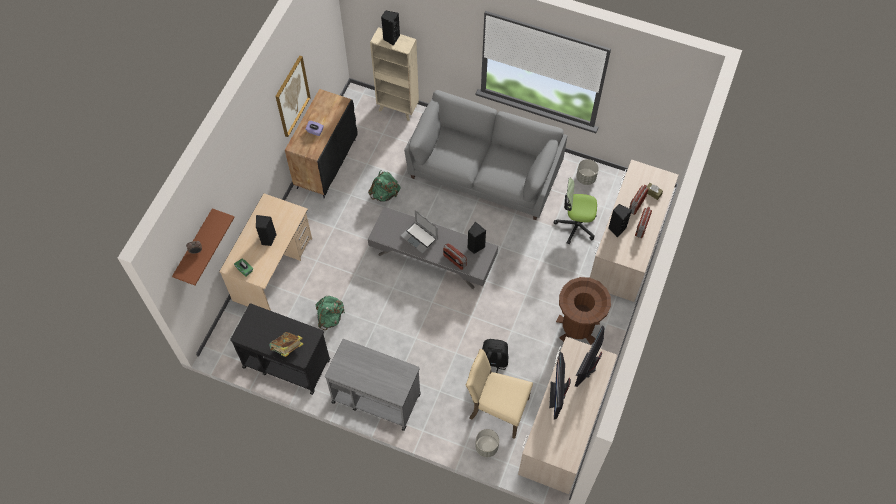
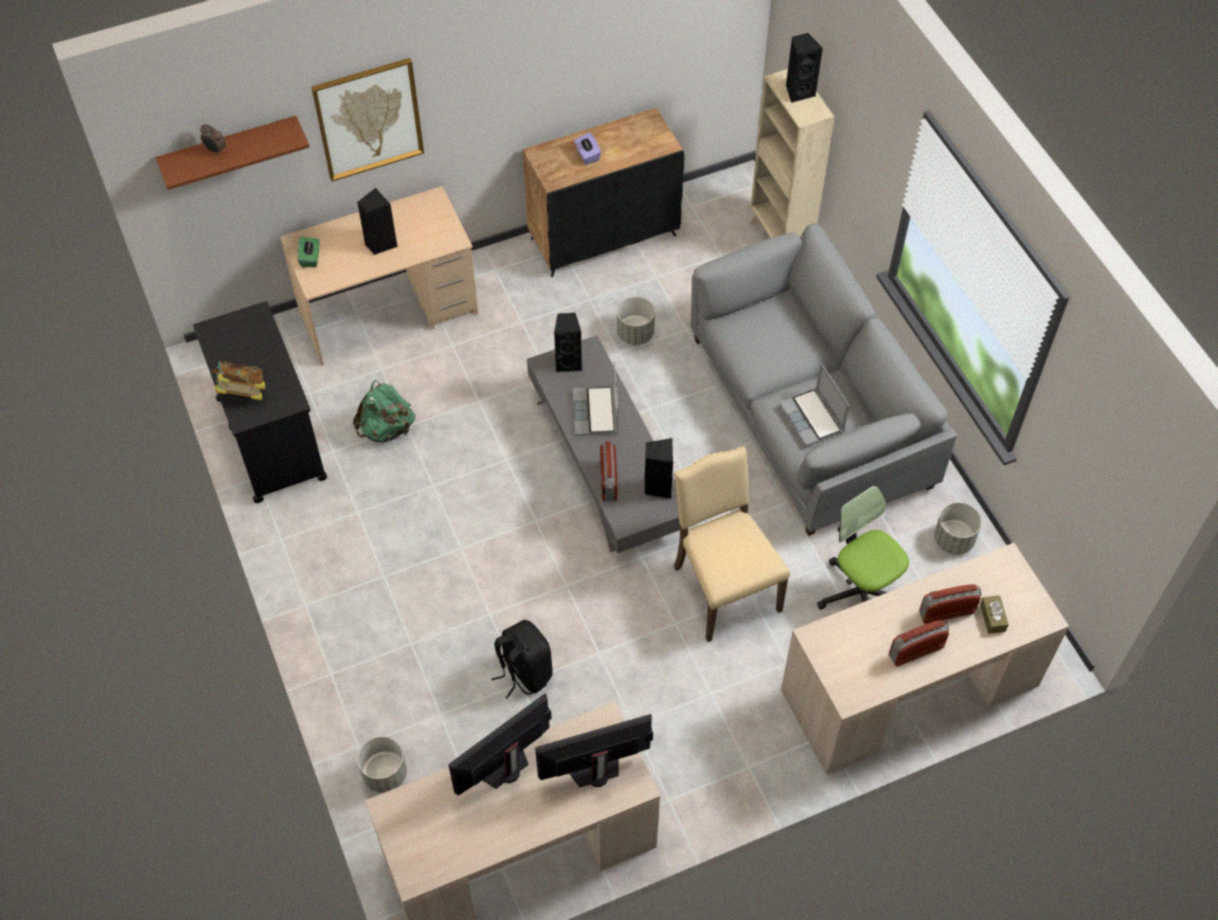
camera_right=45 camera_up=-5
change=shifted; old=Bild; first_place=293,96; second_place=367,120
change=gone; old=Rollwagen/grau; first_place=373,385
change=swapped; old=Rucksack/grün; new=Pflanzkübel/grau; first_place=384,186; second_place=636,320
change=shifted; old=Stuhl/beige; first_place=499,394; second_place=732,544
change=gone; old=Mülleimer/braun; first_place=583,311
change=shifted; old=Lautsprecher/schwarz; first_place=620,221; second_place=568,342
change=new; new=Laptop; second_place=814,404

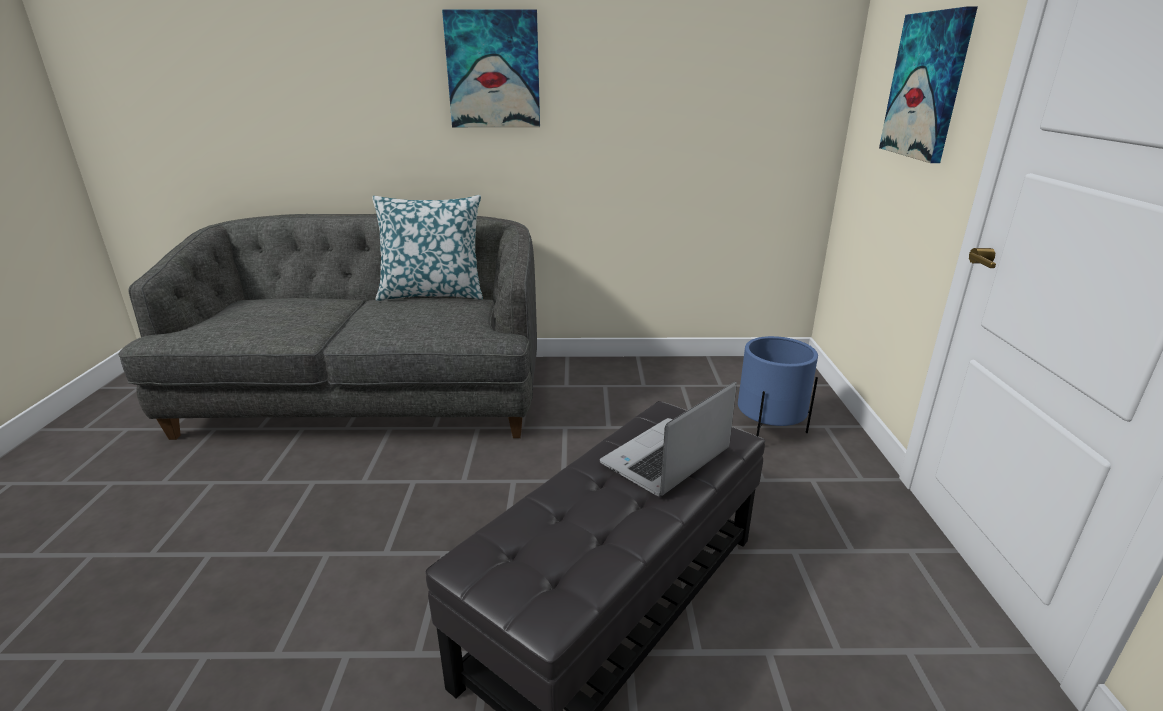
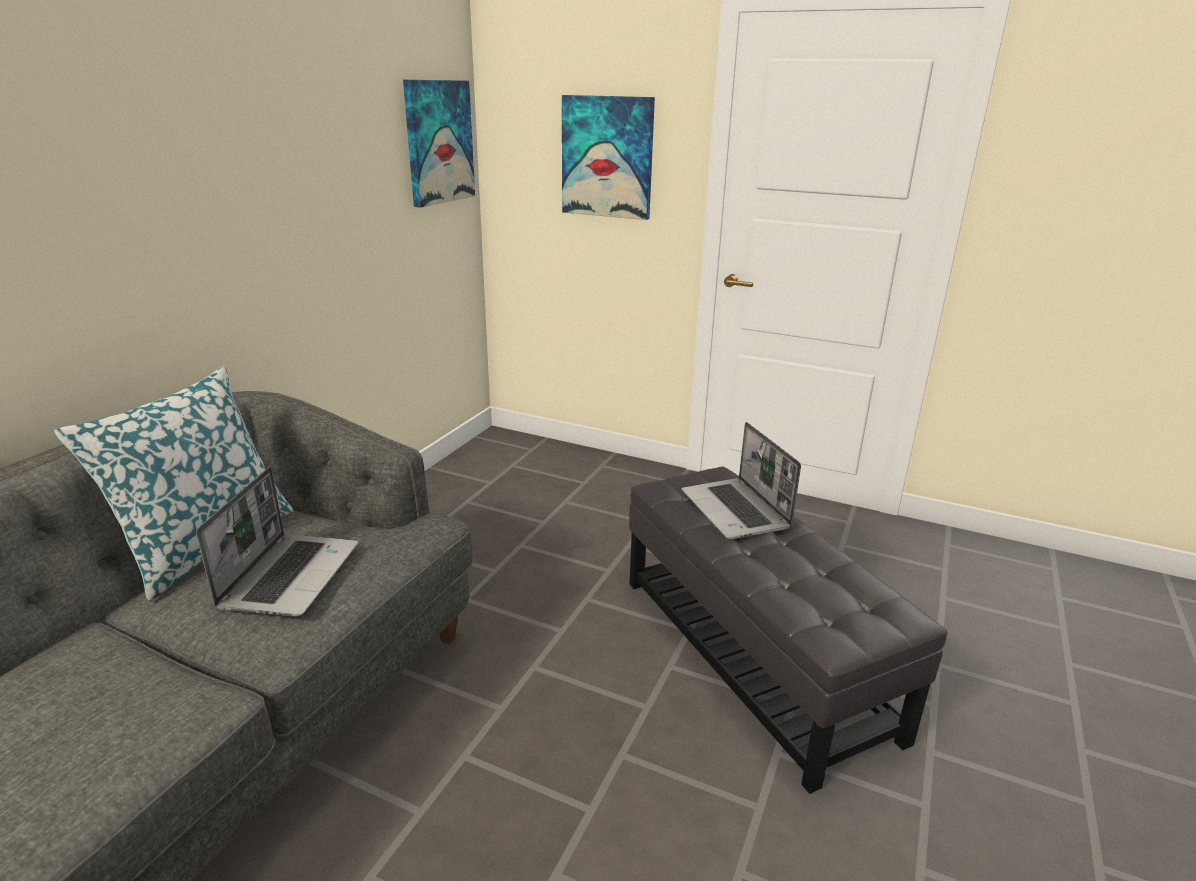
camera_right=-65 camera_up=0
change=shifted; old=Bild; first_place=491,68; second_place=439,144
change=gone; old=Pflanzkübel/blau; first_place=778,386
change=new; new=Laptop; second_place=277,541

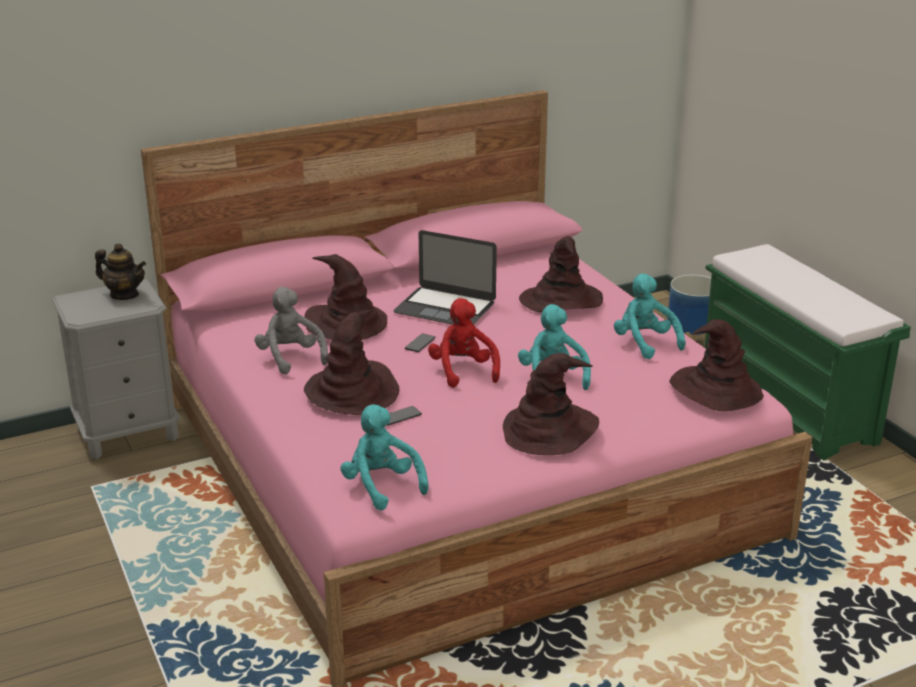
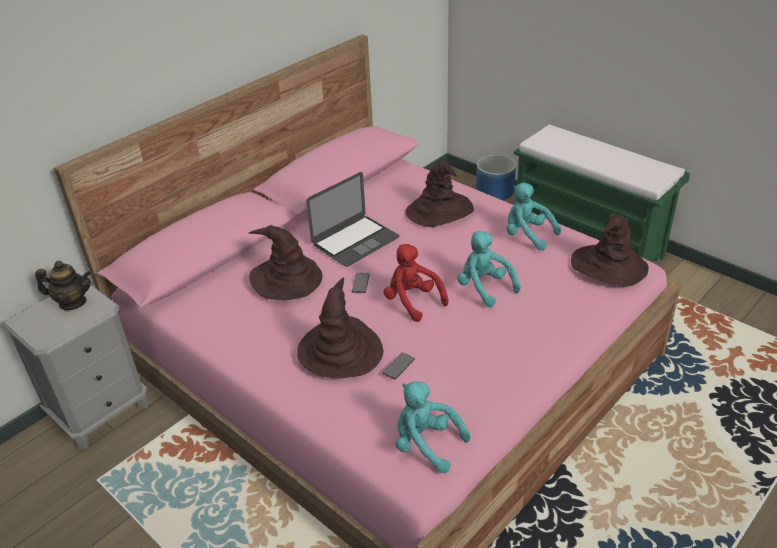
camera_right=-20 camera_up=10
change=gone; old=Plüschtier/grau; first_place=291,331
change=rotated; old=Laptop; first_place=445,277; second_place=352,219; degrees=-45
change=gone; old=Hut/braun; first_place=551,404

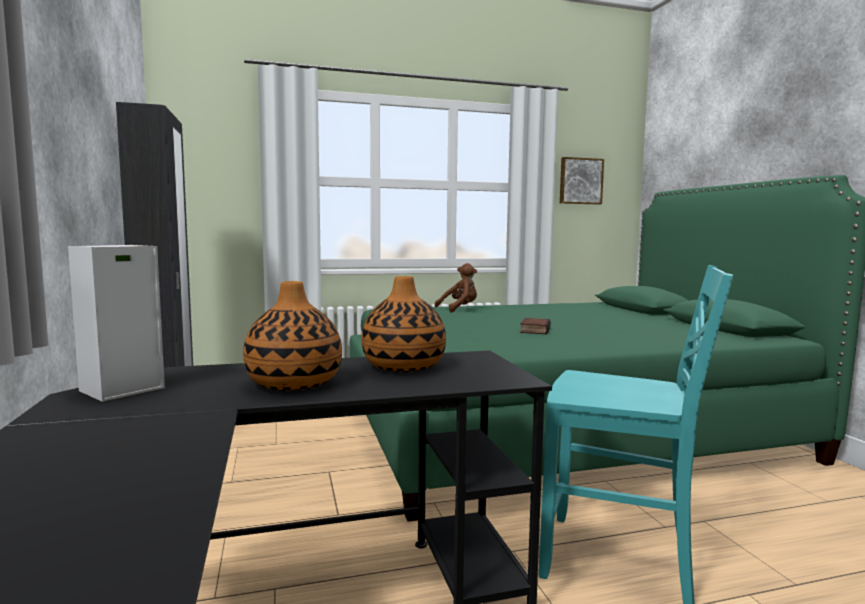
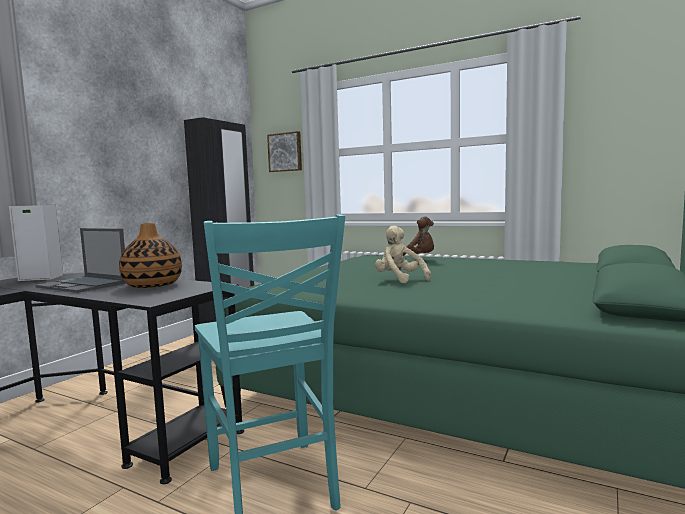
camera_right=45 camera_up=0
change=swapped; old=Vase; new=Laptop; first_place=292,336; second_place=80,260
change=swapped; old=Buch; new=Plüschtier/beige; first_place=535,326; second_place=403,254
change=shifted; old=Bild; first_place=582,180; second_place=284,151

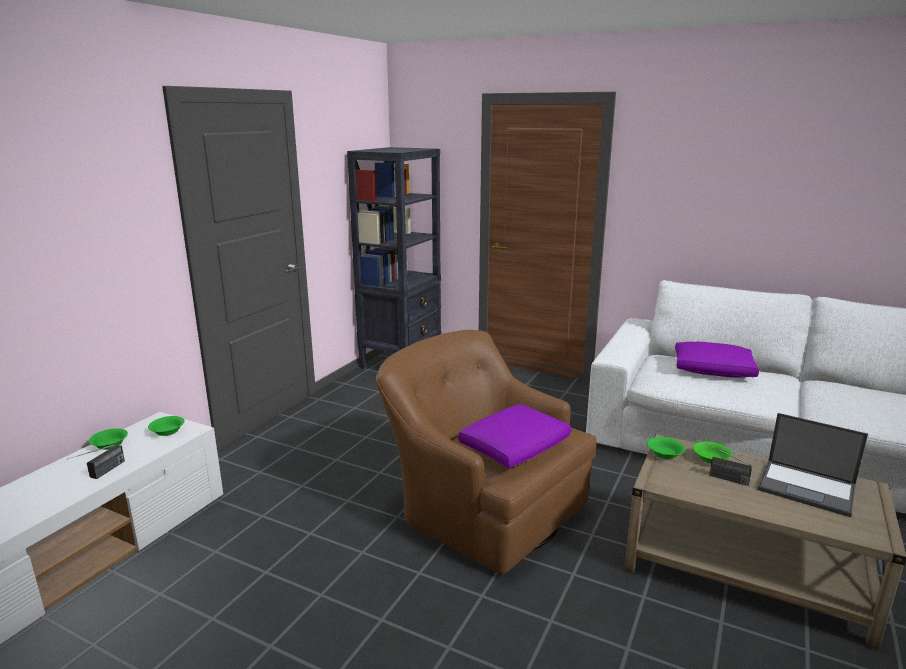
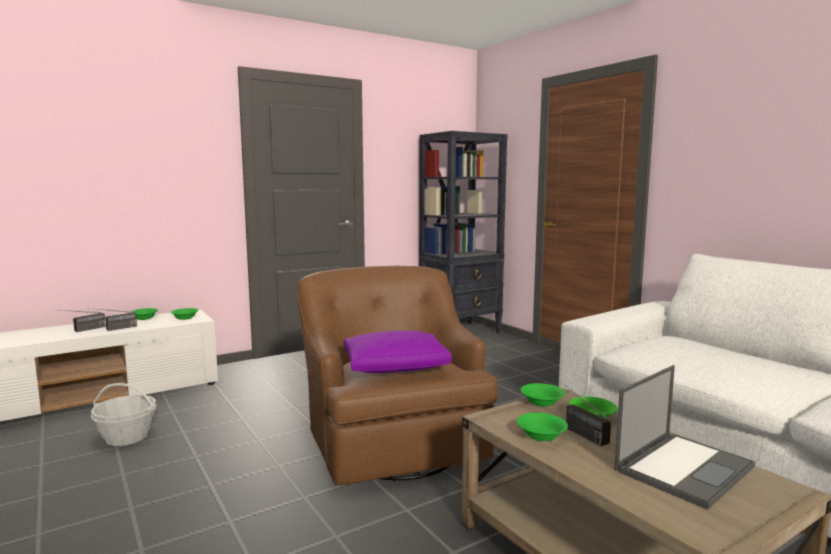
camera_right=30 camera_up=-10
change=gone; old=Kissen/lila; first_place=717,360
change=rotated; old=Laptop; first_place=813,465; second_place=684,437; degrees=-105
change=new; new=Radio; second_place=84,321
change=new; new=Korb; second_place=124,414
change=new; new=Schüssel/grün; second_place=542,427

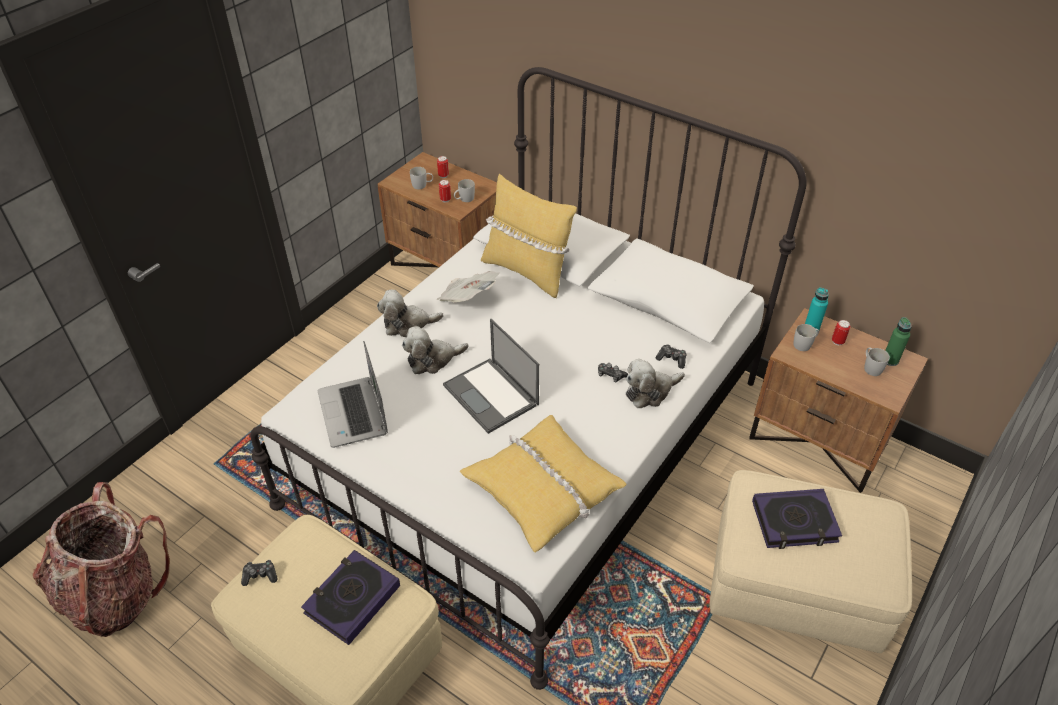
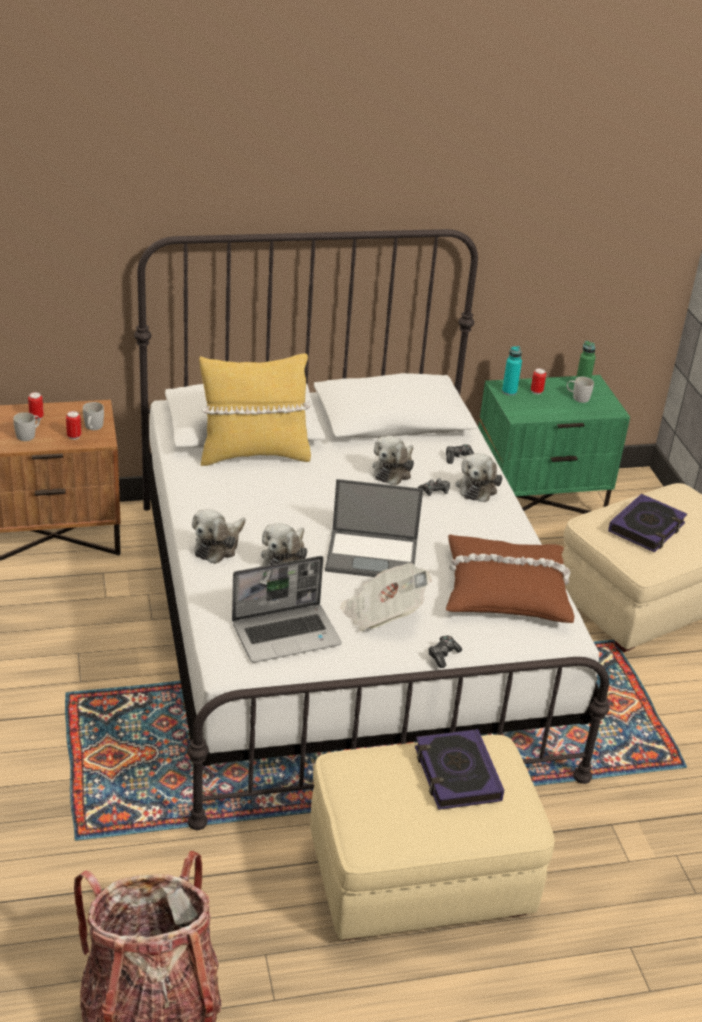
camera_right=-50 camera_up=-10
change=shifted; old=Gamepad; first_place=259,573; second_place=445,652
change=rotated; old=Laptop; first_place=353,394; second_place=287,609; degrees=-45
change=shifted; old=Zeitung; first_place=468,286; second_place=386,597
change=repainted; old=Kissen/gelb; new=Kissen/braun; first_place=543,484; second_place=510,579
change=repainted; old=Nachttisch/braun; new=Nachttisch/grün; first_place=838,400; second_place=554,444
change=gone; old=Henkelbecher/weiß; first_place=806,337
change=new; new=Plüschtier; second_place=393,461

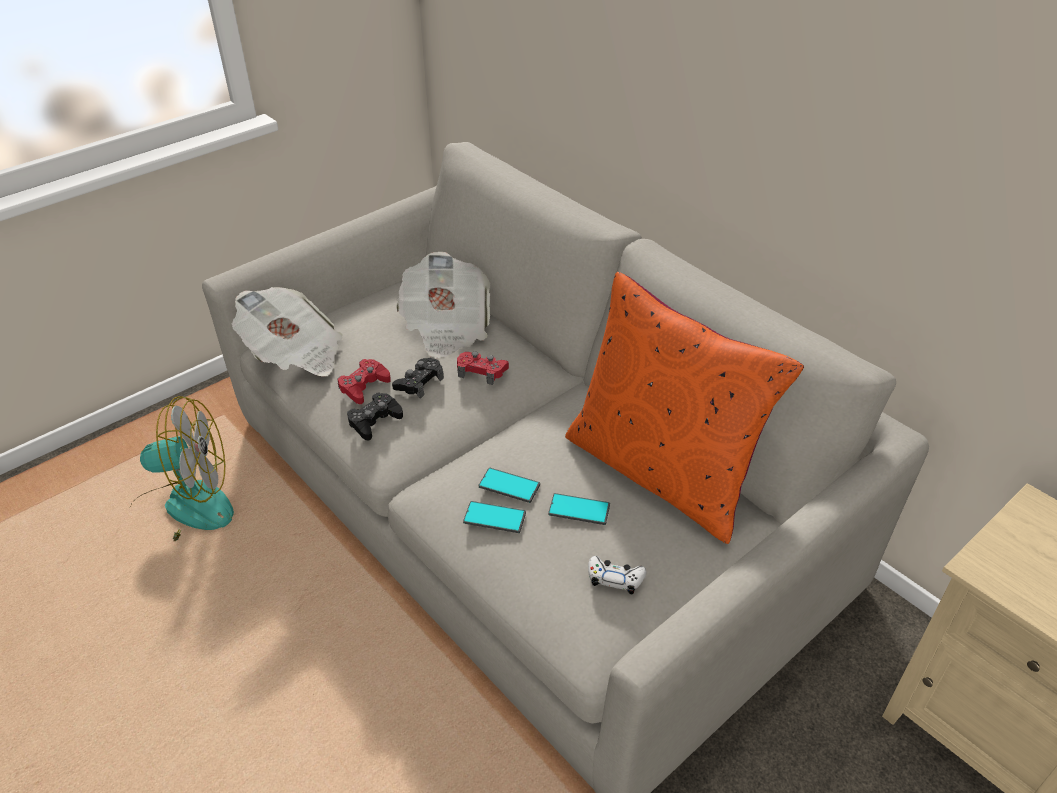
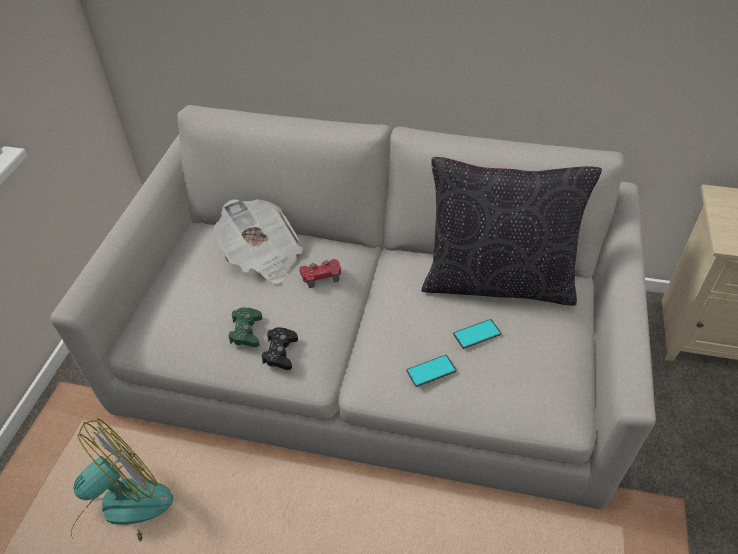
camera_right=-35 camera_up=5
change=gone; old=Zeitung; first_place=287,332
change=repainted; old=Gamepad/rot; new=Gamepad/grün; first_place=364,381; second_place=245,327
change=gone; old=Gamepad/schwarz; first_place=418,378
change=gone; old=Handy; first_place=509,485
change=repainted; old=Kissen/orange; new=Kissen/schwarz; first_place=684,408; second_place=511,231
change=gone; old=Gamepad/weiß; first_place=617,575

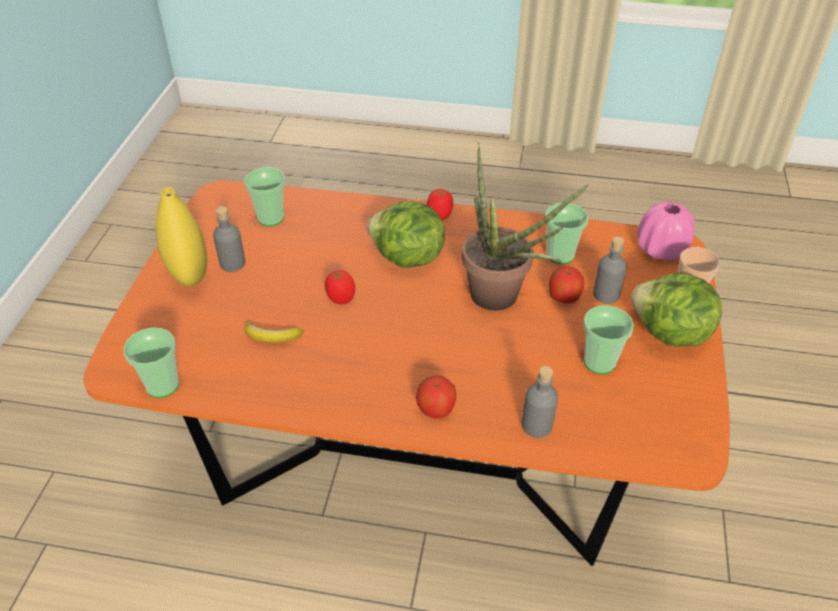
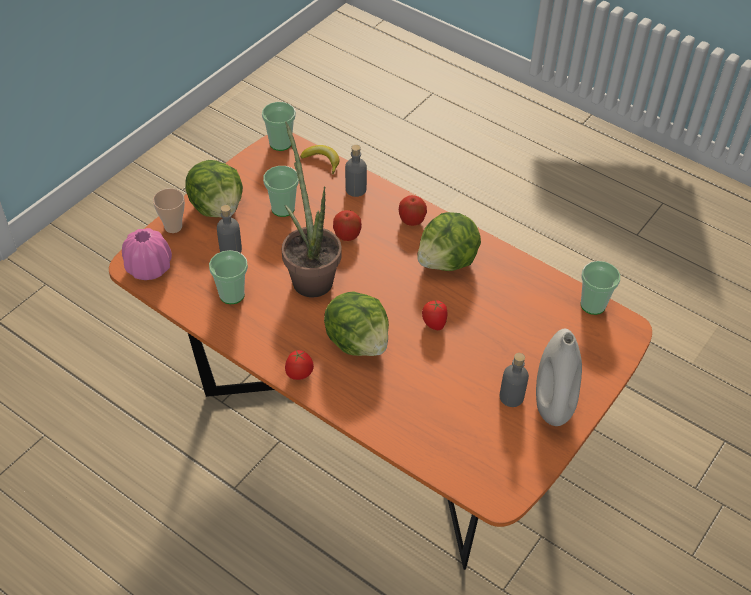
camera_right=-155 camera_up=5
change=repainted; old=Vase/gelb; new=Vase/weiß; first_place=181,236; second_place=559,377
change=shifted; old=Tasse; first_place=264,196; second_place=279,126
change=shifted; old=Banane; first_place=274,331; second_place=319,159
change=shifted; old=Apfel; first_place=567,285; second_place=347,225
change=new; new=Salatkopf; second_place=449,241

